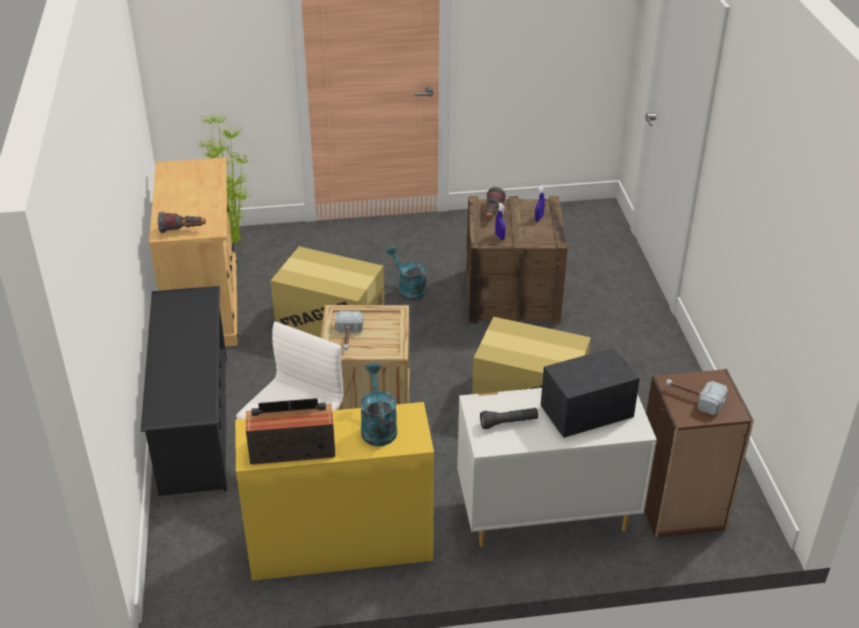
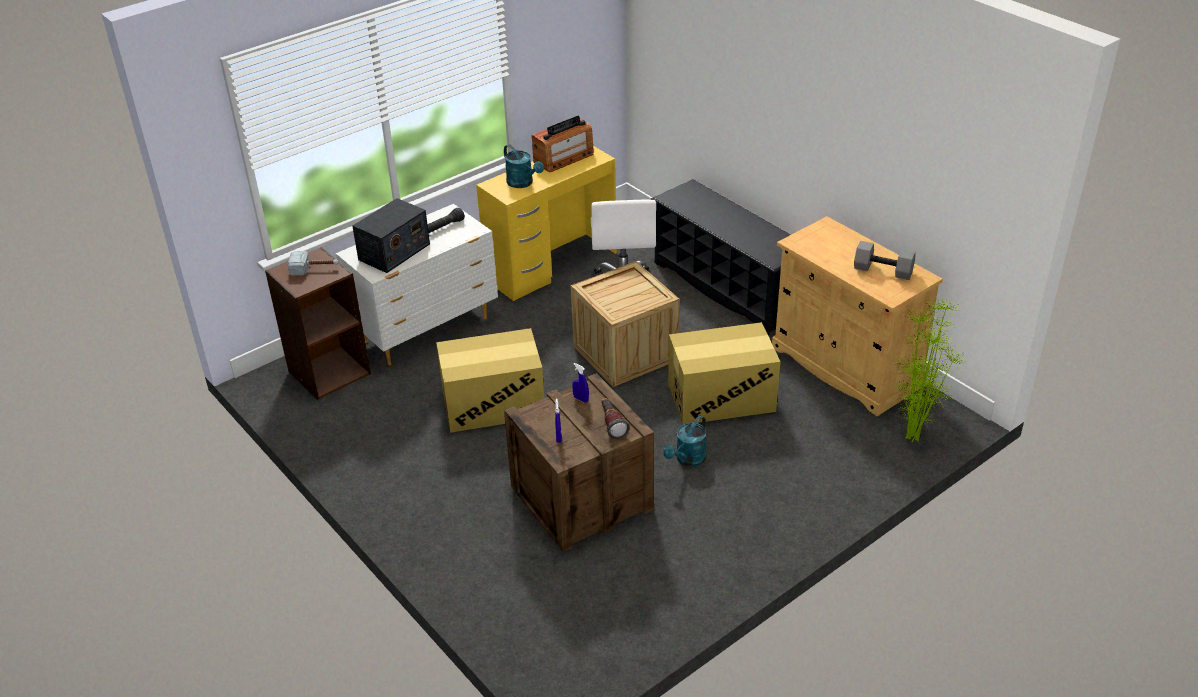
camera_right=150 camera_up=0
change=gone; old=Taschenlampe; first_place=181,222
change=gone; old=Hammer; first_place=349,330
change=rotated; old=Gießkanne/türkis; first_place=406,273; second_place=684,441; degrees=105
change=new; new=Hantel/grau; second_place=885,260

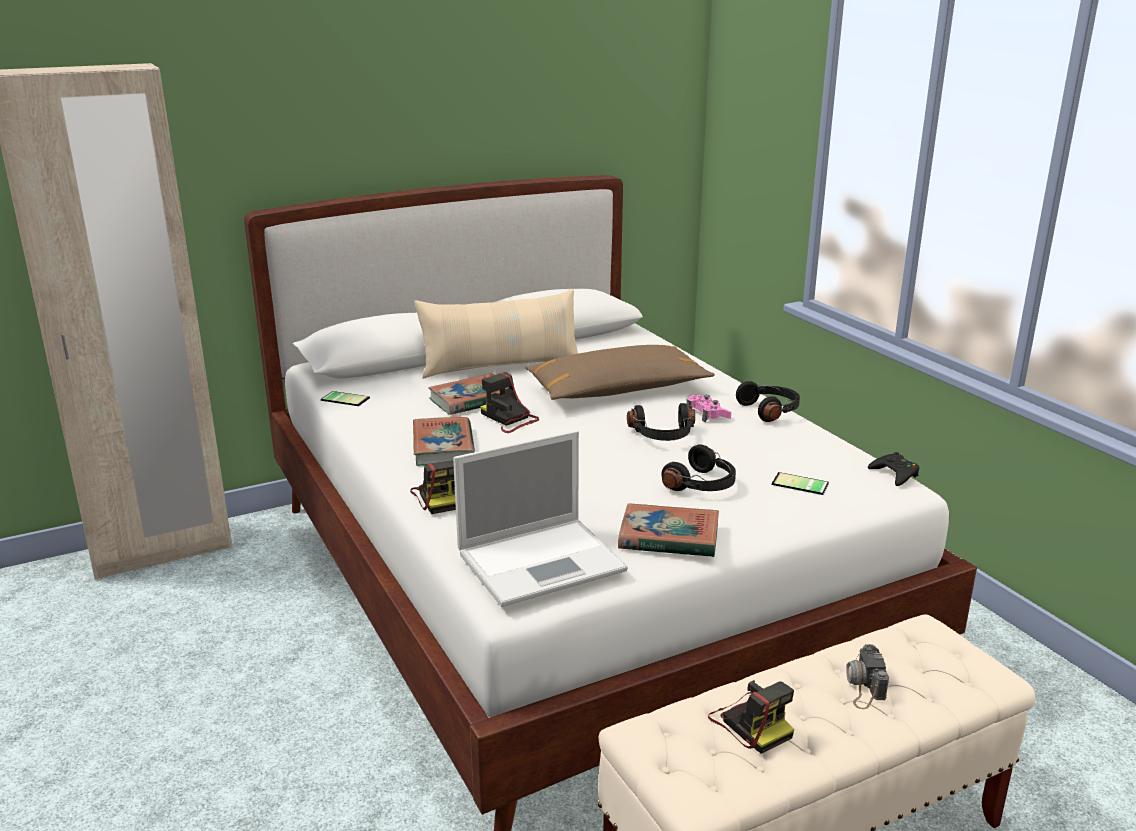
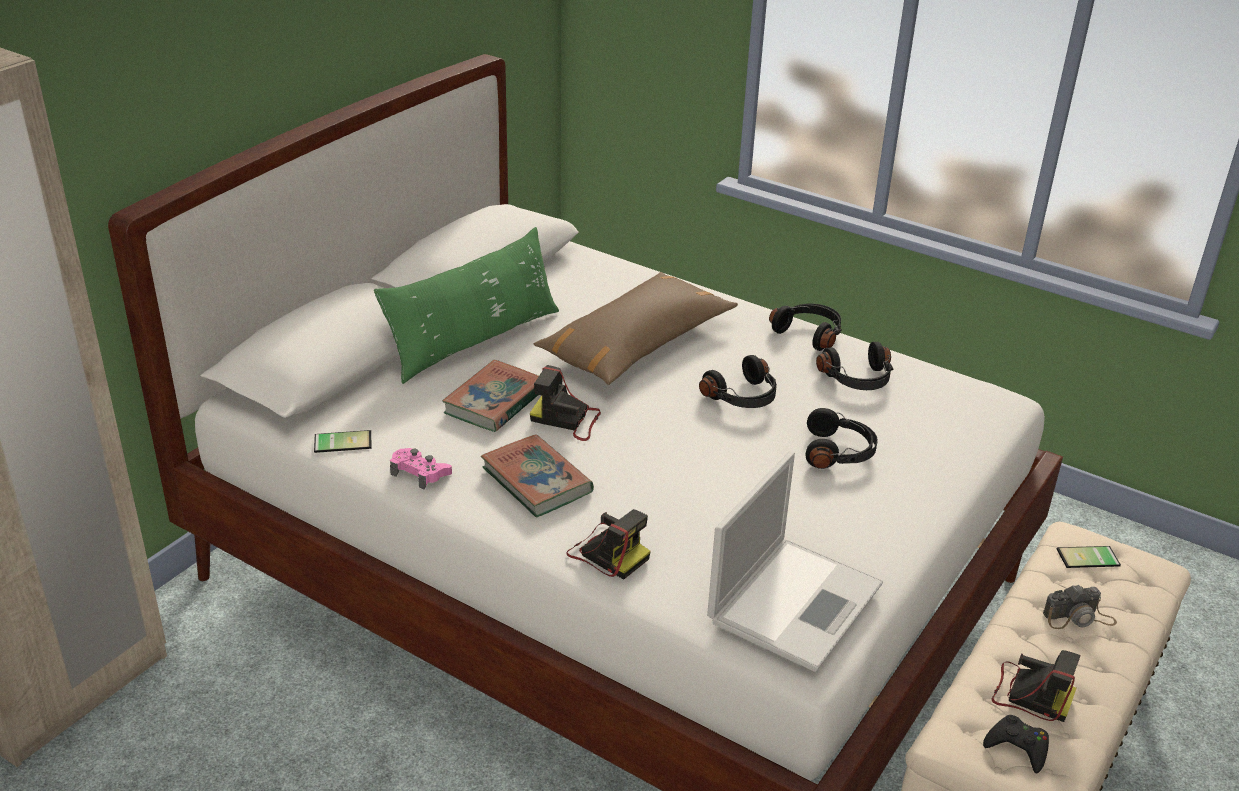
camera_right=-30 camera_up=10
change=repainted; old=Kissen/beige; new=Kissen/grün; first_place=496,334; second_place=466,305
change=gone; old=Buch; first_place=668,530
change=shifted; old=Gamepad/rosa; first_place=708,408; second_place=421,469
change=shifted; old=Handy; first_place=800,483; second_place=1089,557
change=rotated; old=Kamera; first_place=867,676; second_place=1080,606; degrees=-75
change=shifted; old=Gamepad/schwarz; first_place=894,469; second_place=1016,744
change=new; new=Kopfhörer/schwarz; second_place=854,366

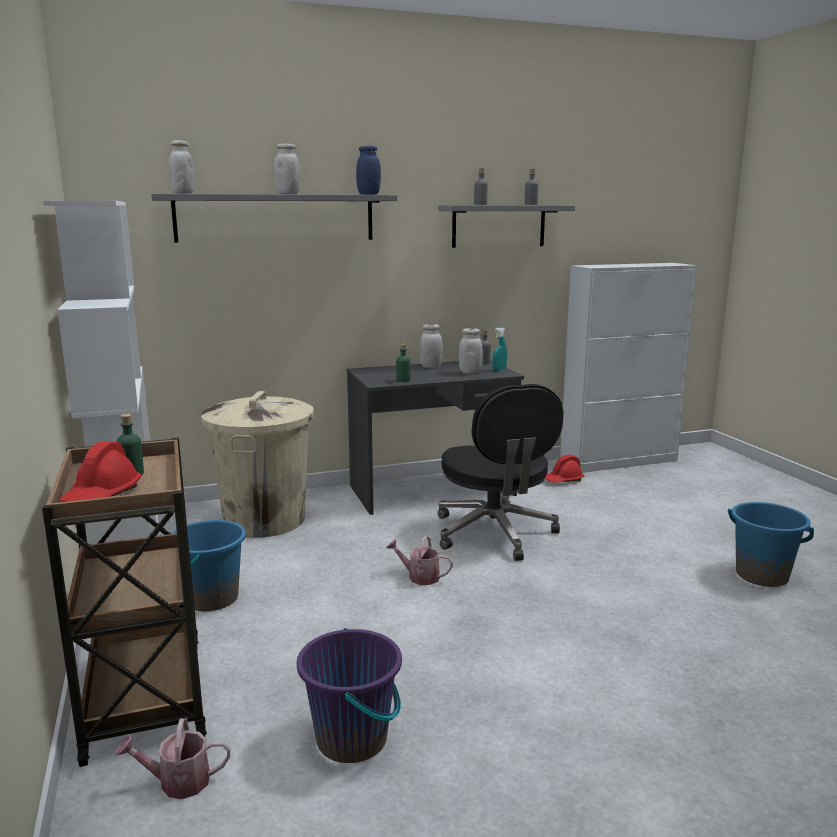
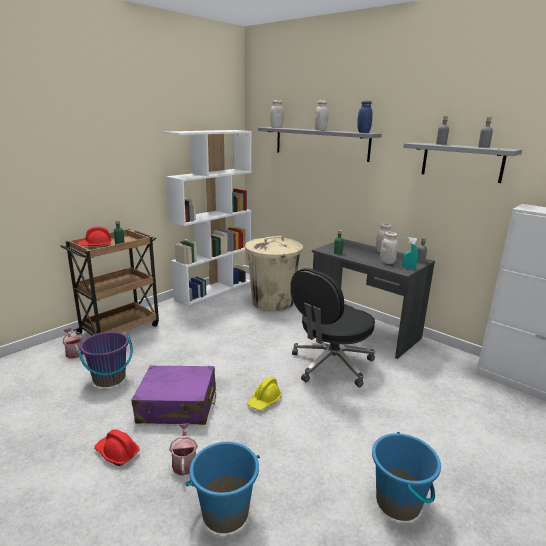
camera_right=60 camera_up=5
change=shifted; old=Eimer/blau; first_place=208,566; second_place=223,487
change=shifted; old=Gießkanne; first_place=419,560; second_place=183,450
change=shifted; old=Schutzhelm/rot; first_place=564,469; second_place=117,447
change=new; new=Koffer/lila; second_place=173,395
change=new; new=Schutzhelm/gelb; second_place=264,393

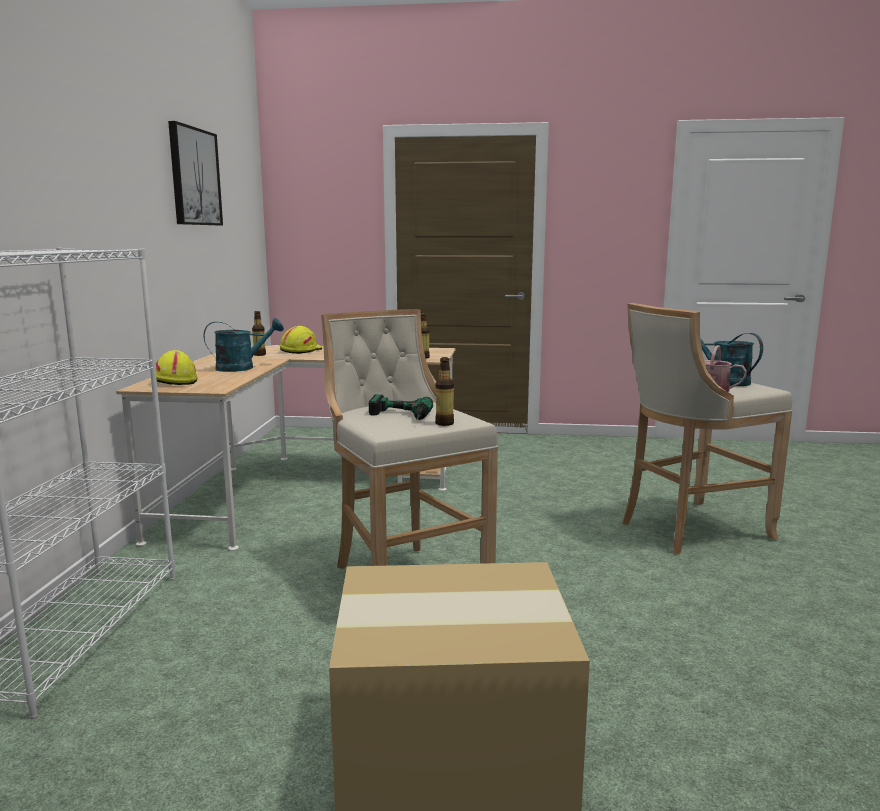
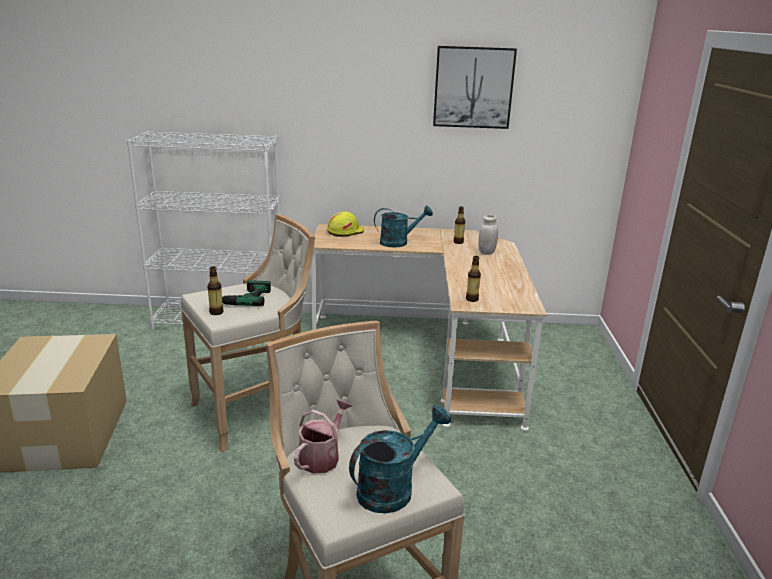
camera_right=85 camera_up=10
change=rotated; old=Gießkanne/türkis; first_place=244,345; second_place=403,227; degrees=-75
change=swapped; old=Schutzhelm/gelb; new=Vorratsglas/weiß; first_place=301,340; second_place=488,235

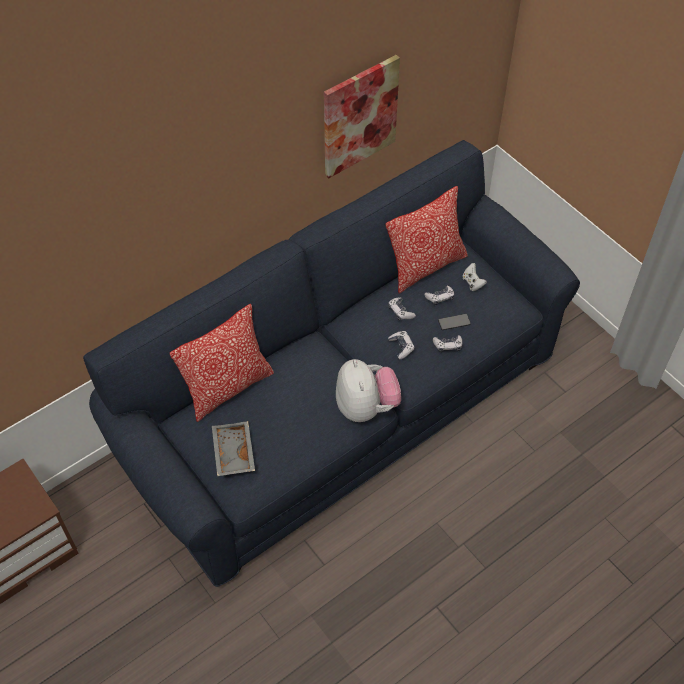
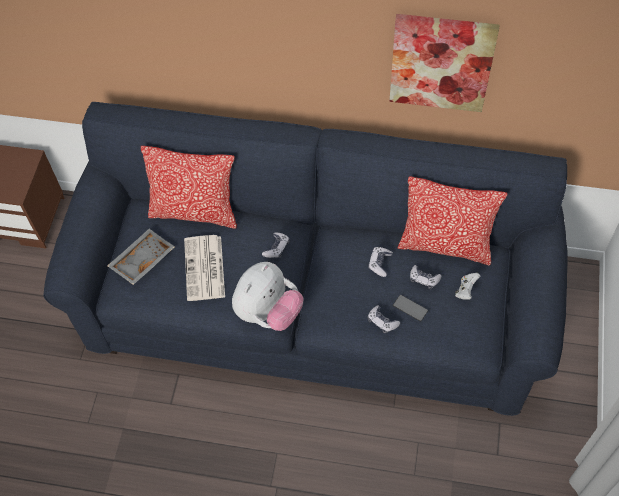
camera_right=50 camera_up=5
change=shifted; old=Gamepad; first_place=401,345; second_place=276,245
change=new; new=Zeitung; second_place=204,268

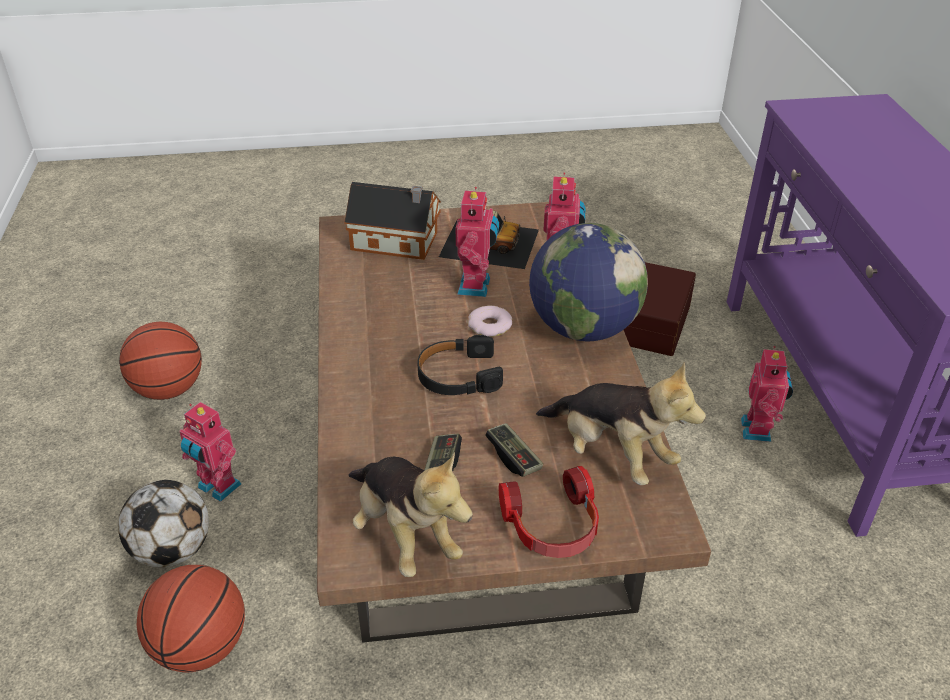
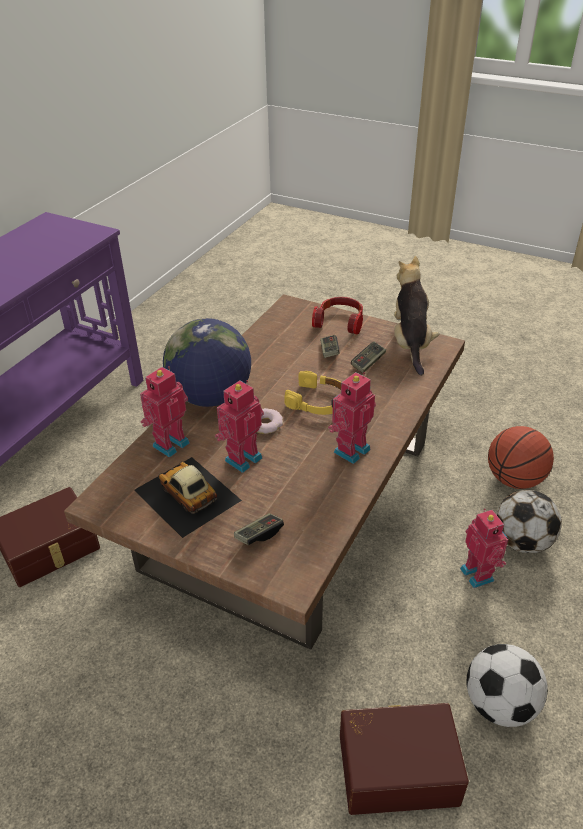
camera_right=-145 camera_up=0
change=swapped; old=Basketball; new=Fußball; first_place=160,361; second_place=507,685
change=swapped; old=Spielzeughaus; new=Gamepad; first_place=392,221; second_place=259,529
change=repainted; old=Kopfhörer/schwarz; new=Kopfhörer/gelb; first_place=460,365; second_place=312,393
change=gone; old=Plüschtier; first_place=621,423
change=shifted; old=Spielzeugroboter; first_place=767,394; second_place=352,418
change=new; new=Aufbewahrungsbox/braun; second_place=404,759

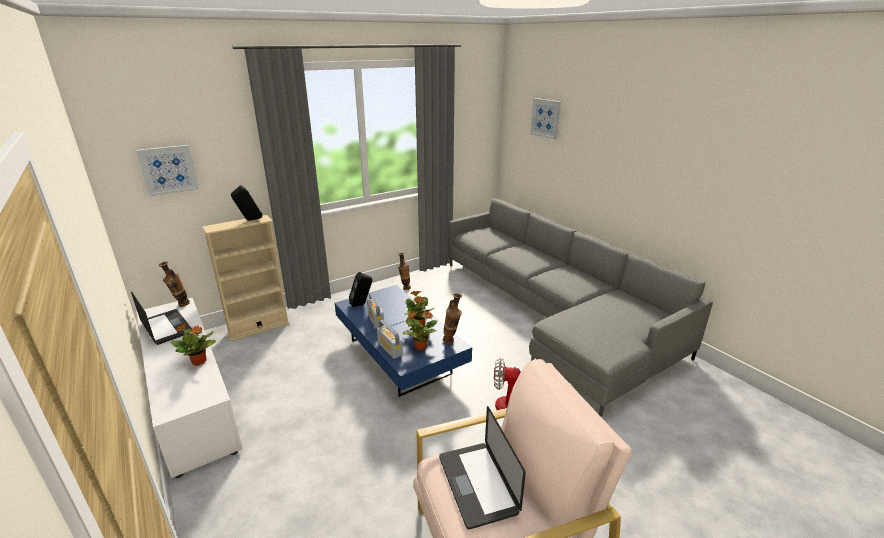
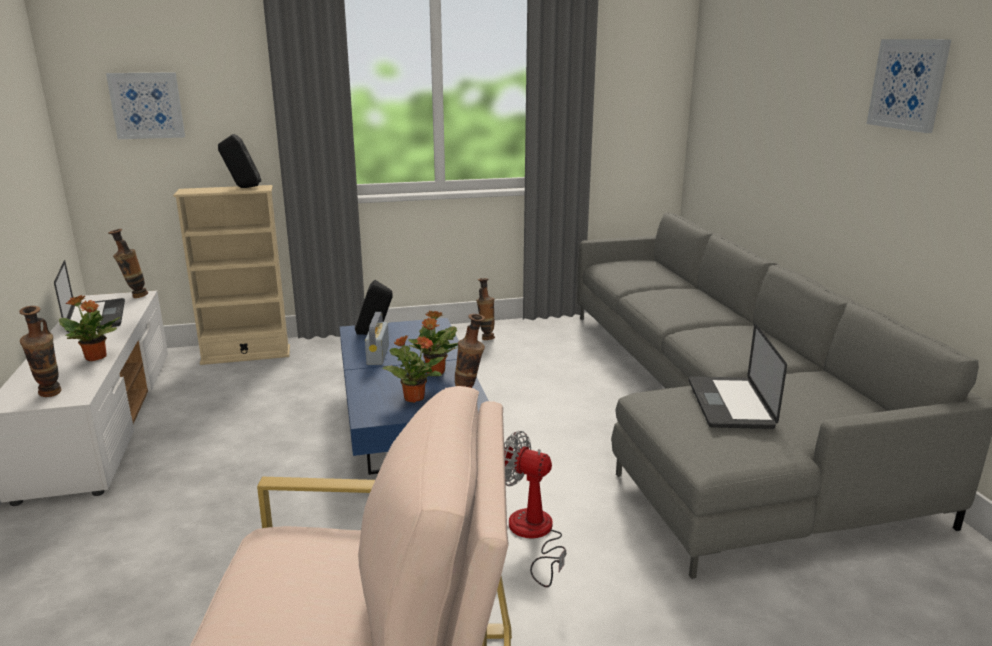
camera_right=20 camera_up=-5
change=gone; old=Radio; first_place=390,339
change=shifted; old=Laptop; first_place=482,468; second_place=738,376
change=shifted; old=Bild; first_place=545,119; second_place=909,86
change=new; new=Vase; second_place=40,351

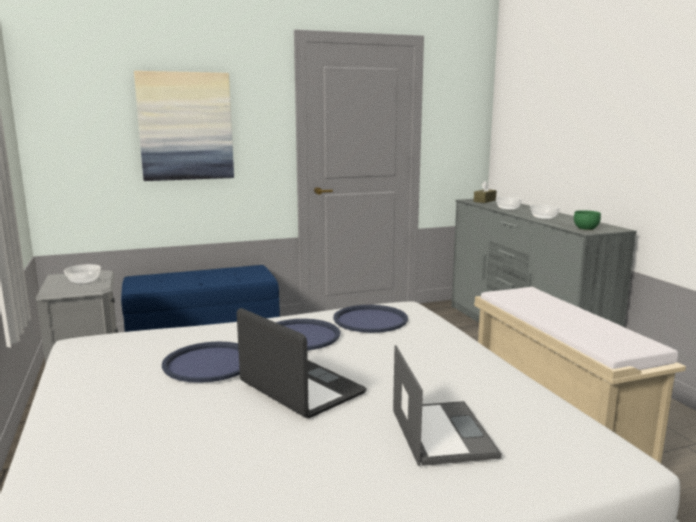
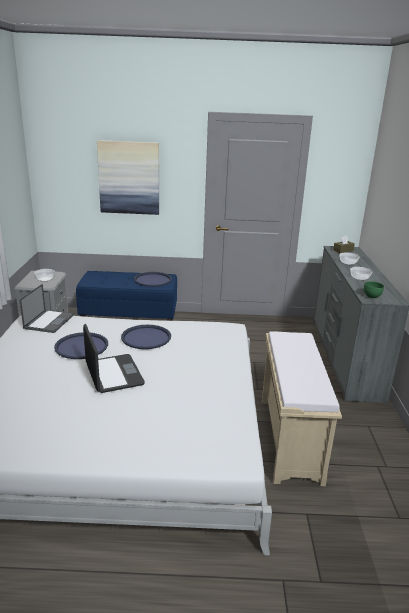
camera_right=20 camera_up=10
change=shifted; old=Tablett/blau; first_place=370,319; second_place=153,279
change=shifted; old=Laptop; first_place=447,405; second_place=46,308

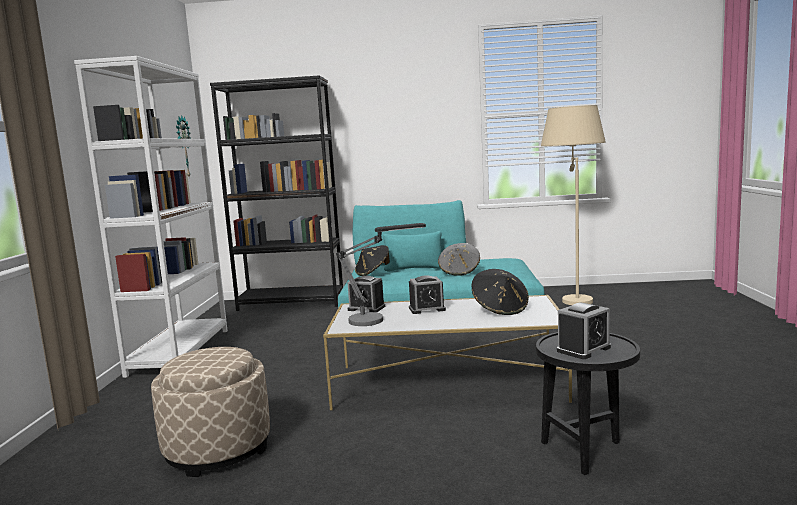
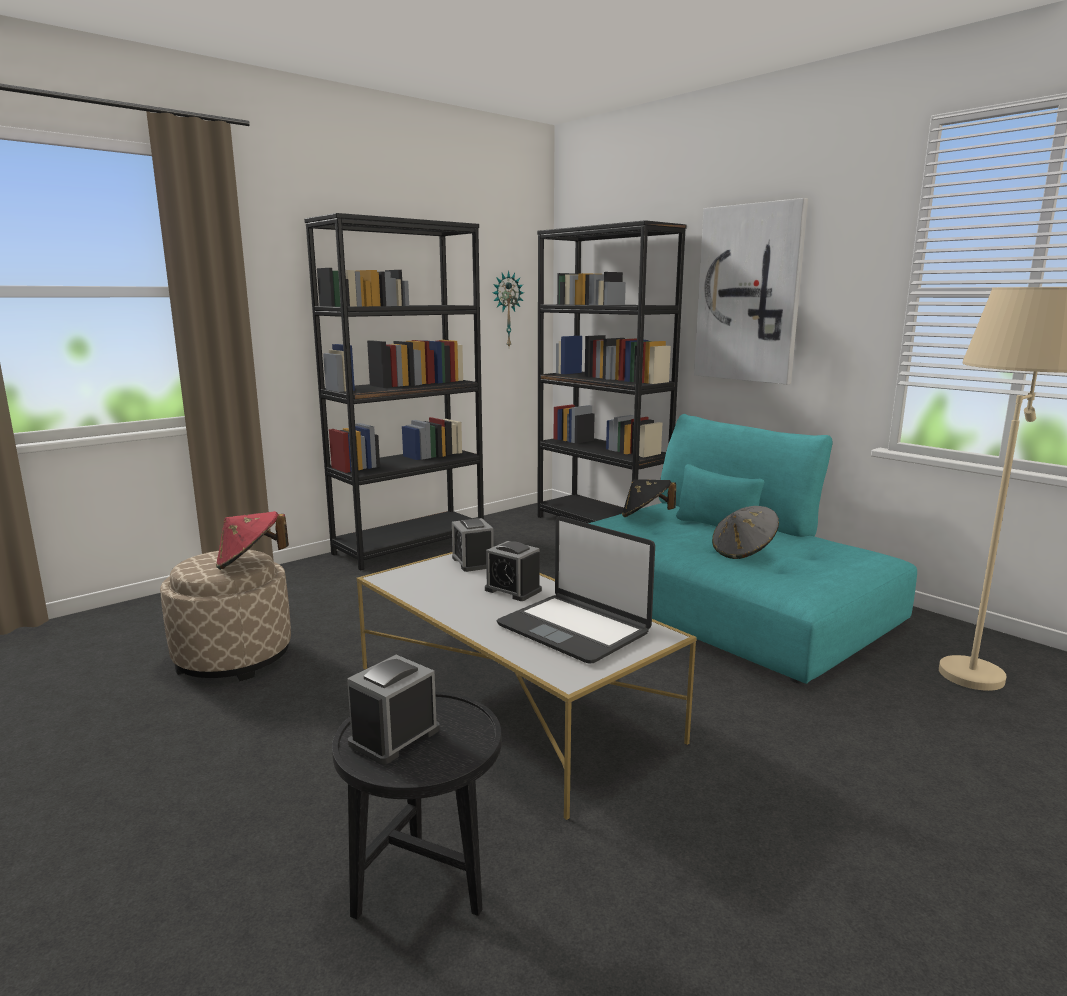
camera_right=45 camera_up=5
change=repainted; old=Bücherregal/weiß; new=Bücherregal/schwarz; first_place=151,217; second_place=394,391
change=gone; old=Tischlampe; first_place=381,274
change=swapped; old=Hut/schwarz; new=Laptop; first_place=500,292; second_place=576,589
change=rotated; old=Wecker; first_place=584,331; second_place=393,710; degrees=120
change=new; new=Hut/rot; second_place=252,540
change=new; new=Bild; second_place=751,291

